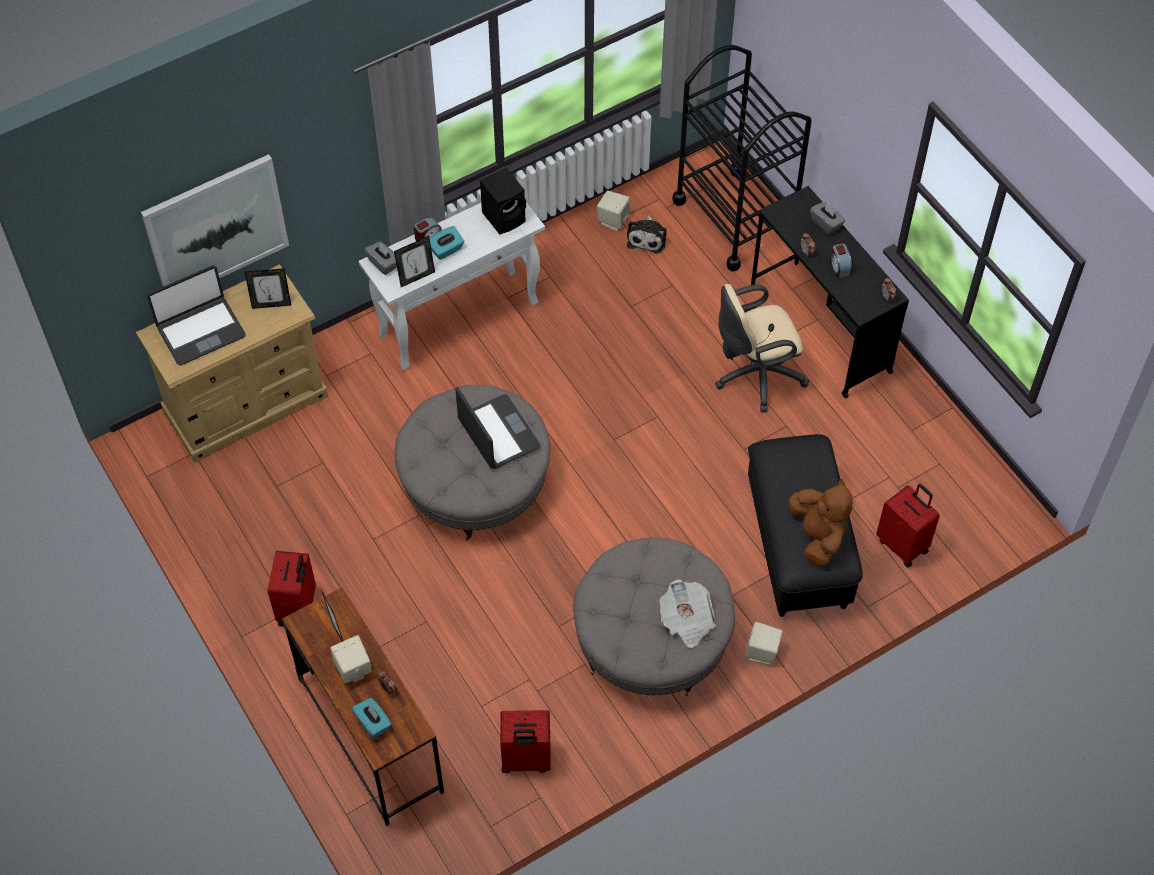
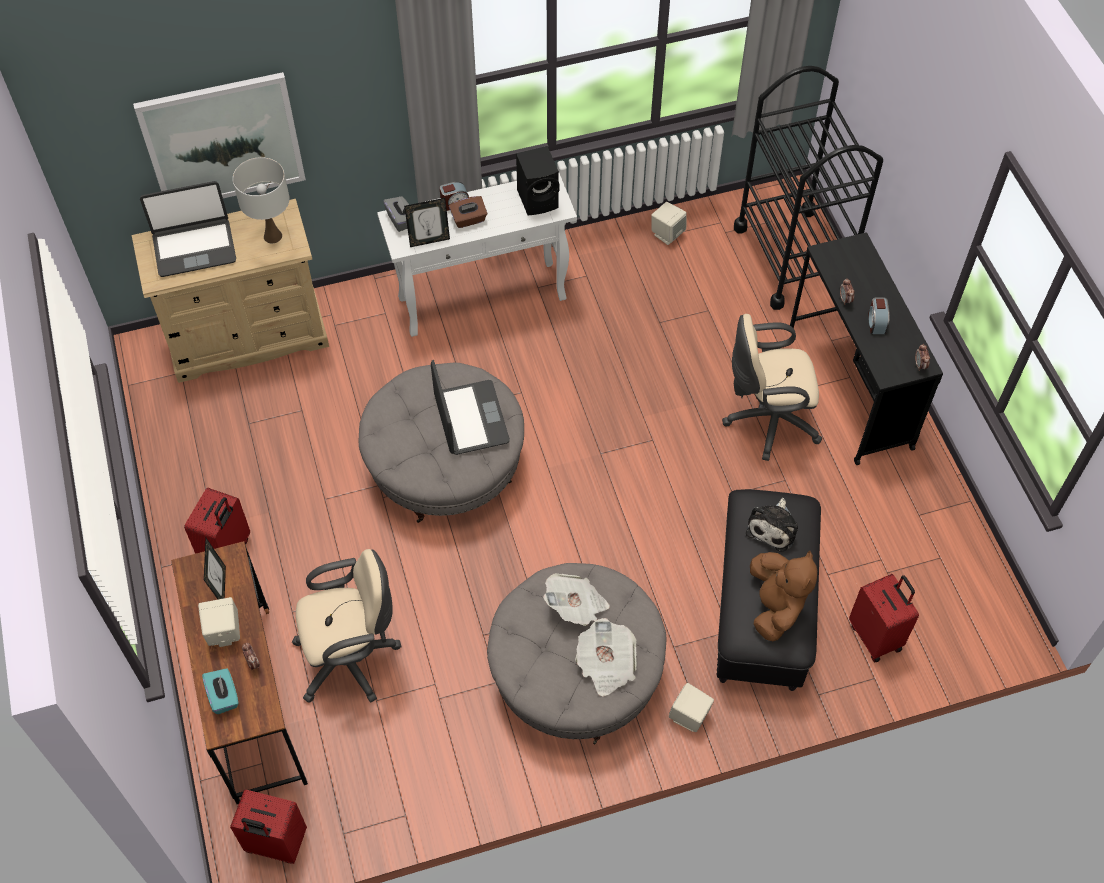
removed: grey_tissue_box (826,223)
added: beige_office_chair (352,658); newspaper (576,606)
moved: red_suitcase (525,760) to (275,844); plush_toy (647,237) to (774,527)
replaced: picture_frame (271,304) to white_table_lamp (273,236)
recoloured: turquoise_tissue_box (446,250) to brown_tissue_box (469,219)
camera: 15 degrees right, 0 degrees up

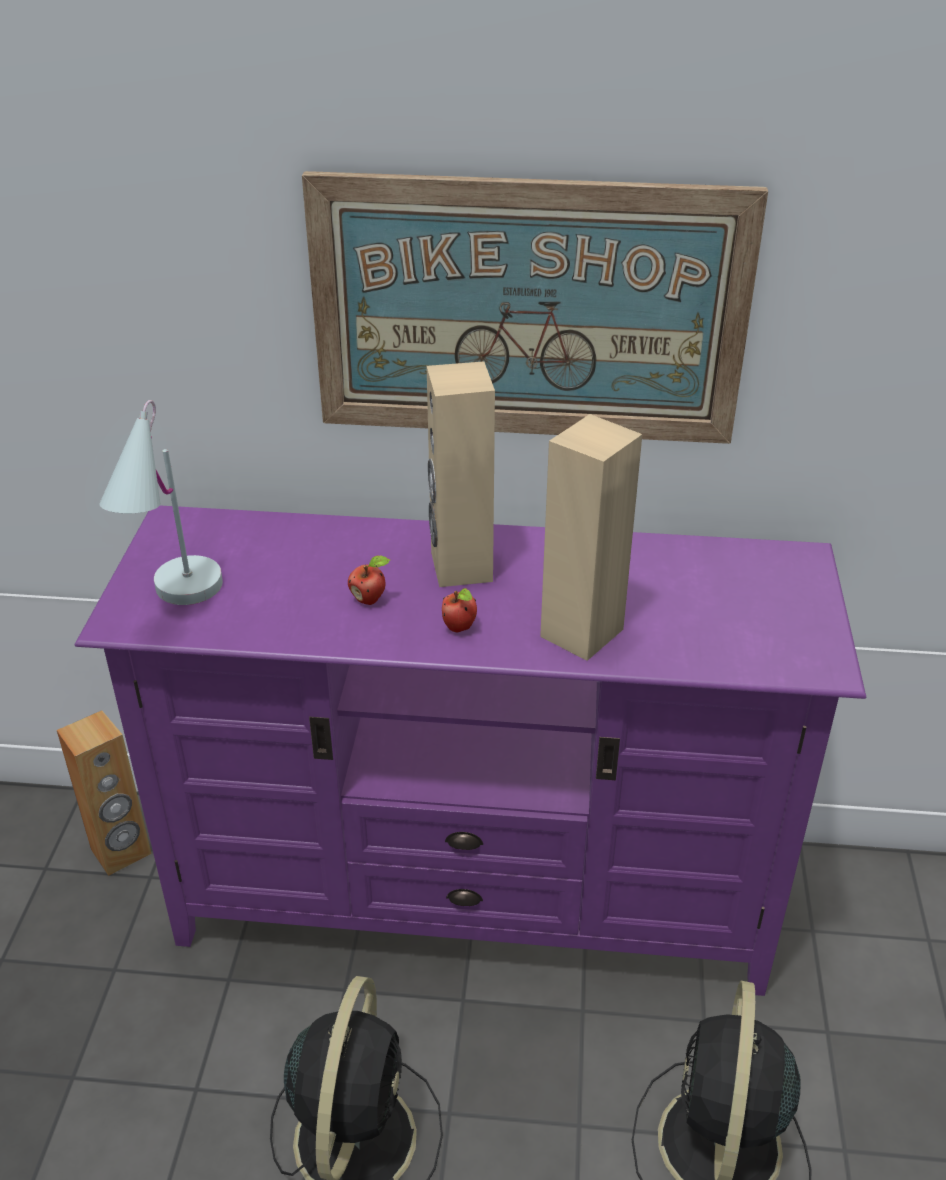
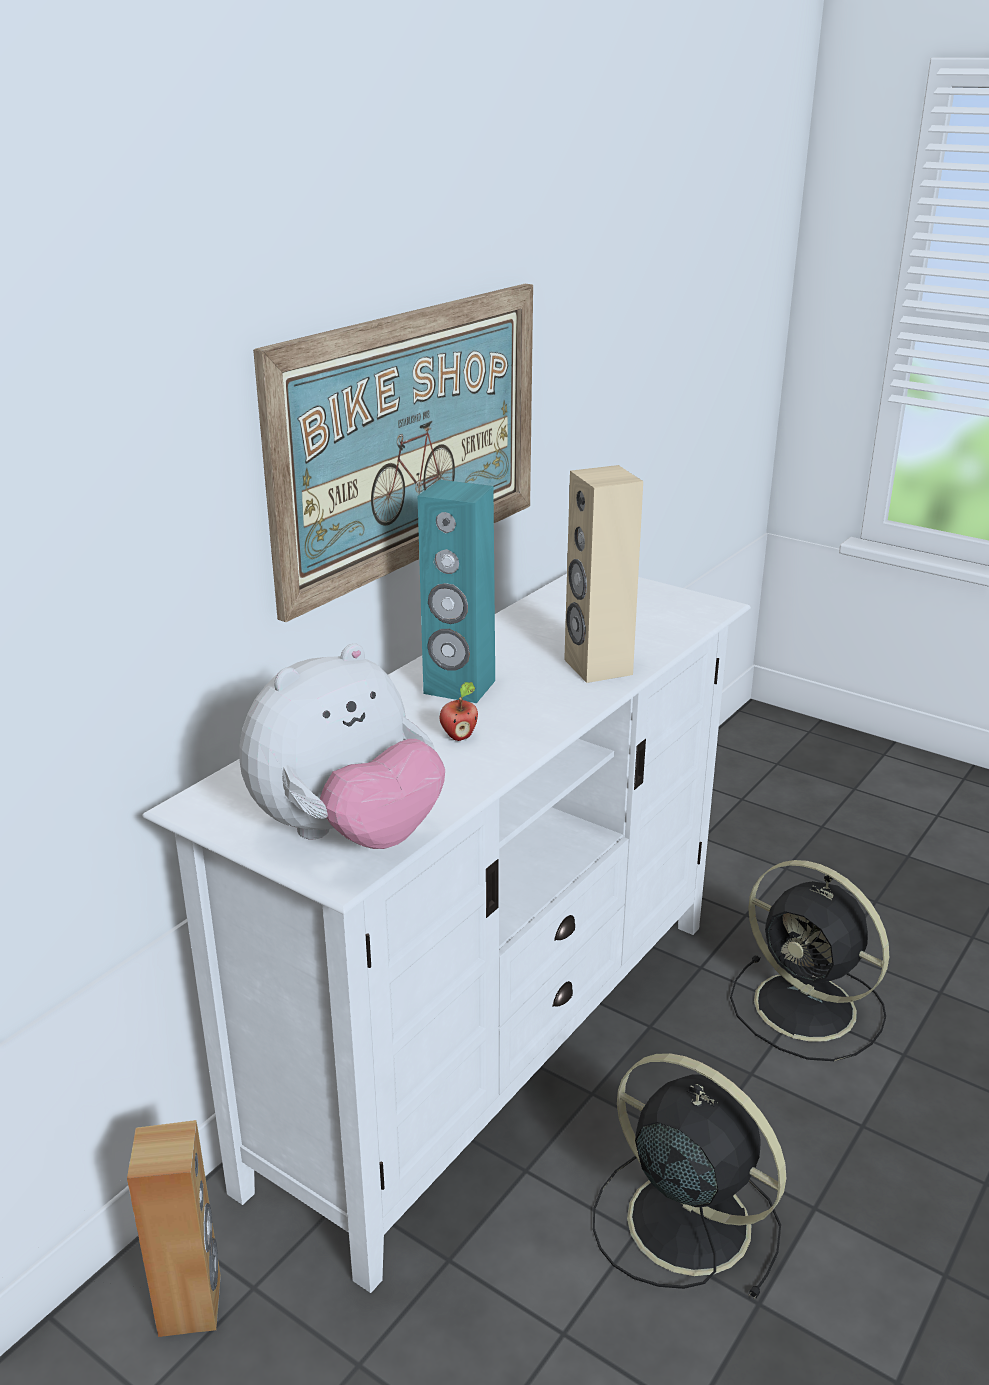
removed: apple (460,628)
replaced: white_table_lamp (174,603) to plush_toy (347,834)
recoloured: purple_tv_stand (475,899) to white_tv_stand (492,1042); beige_speaker (460,567) to turquoise_speaker (459,687)
camera: 60 degrees left, 10 degrees down

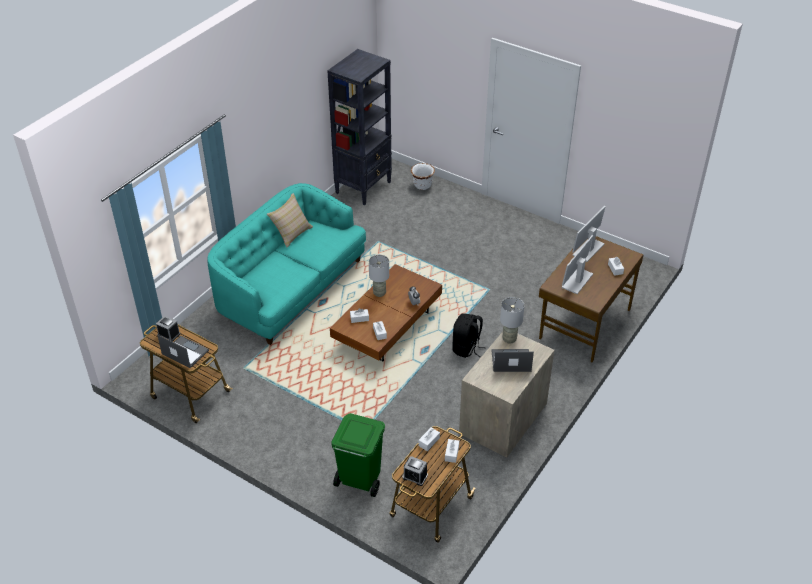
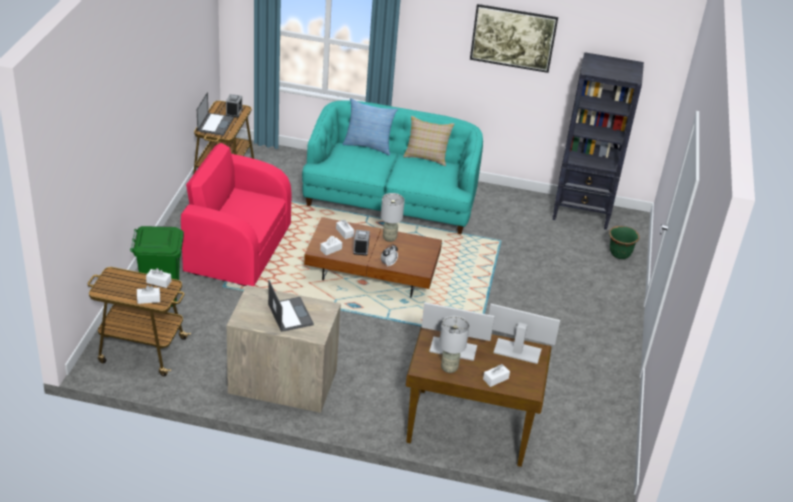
removed: black_backpack (466,348)
added: pink_armchair (237,248); pillow (368,146); picture (511,51)
moved: alarm_clock (415,476) to (361,249); grey_table_lamp (509,339) to (449,368)
recoloured: white_planter (422,186) to green_planter (619,254)
camera: 65 degrees right, 5 degrees down

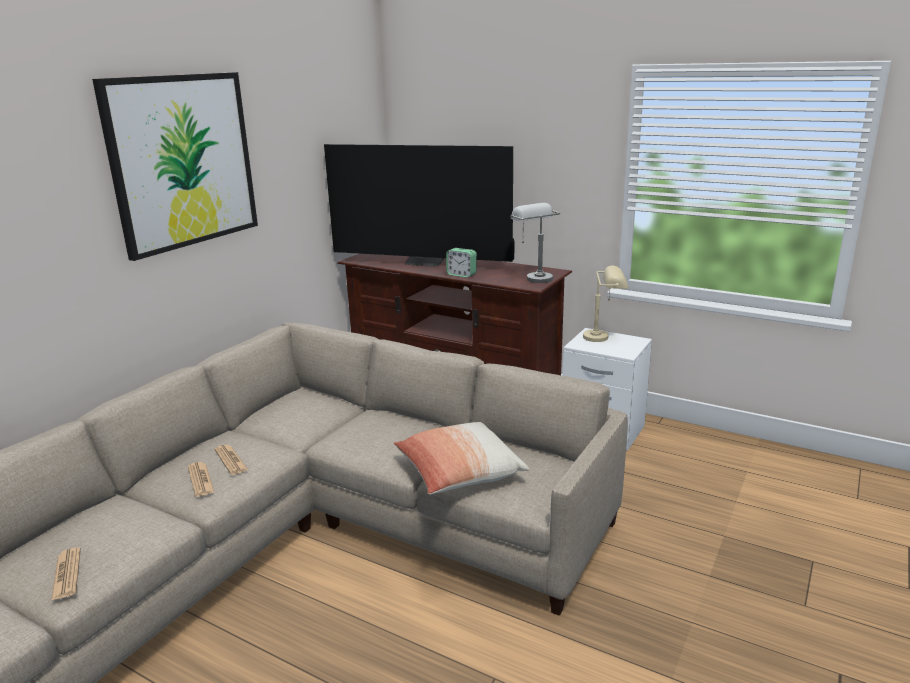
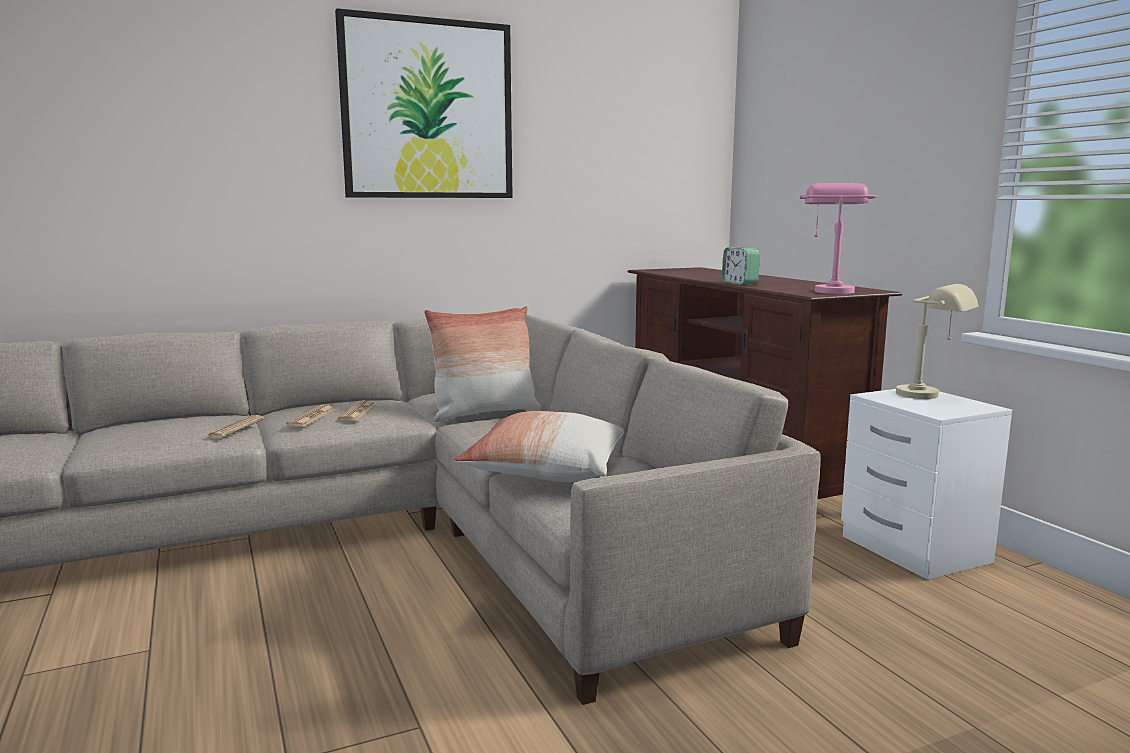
removed: television (425,262)
added: pillow (484,413)
moved: newspaper (66,574) to (235,428)
recoloured: grey_table_lamp (533,277) to pink_table_lamp (830,290)
camera: 35 degrees right, 10 degrees down

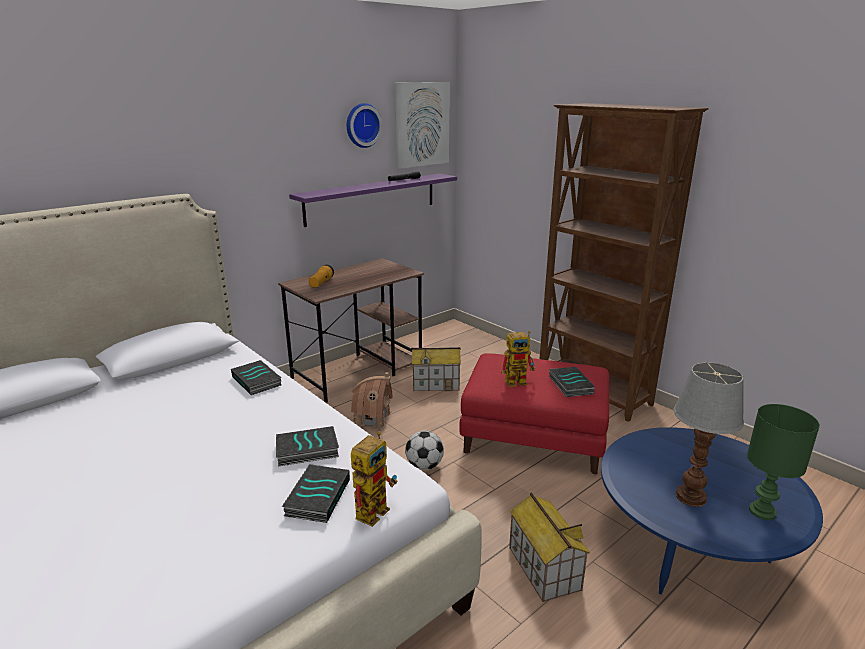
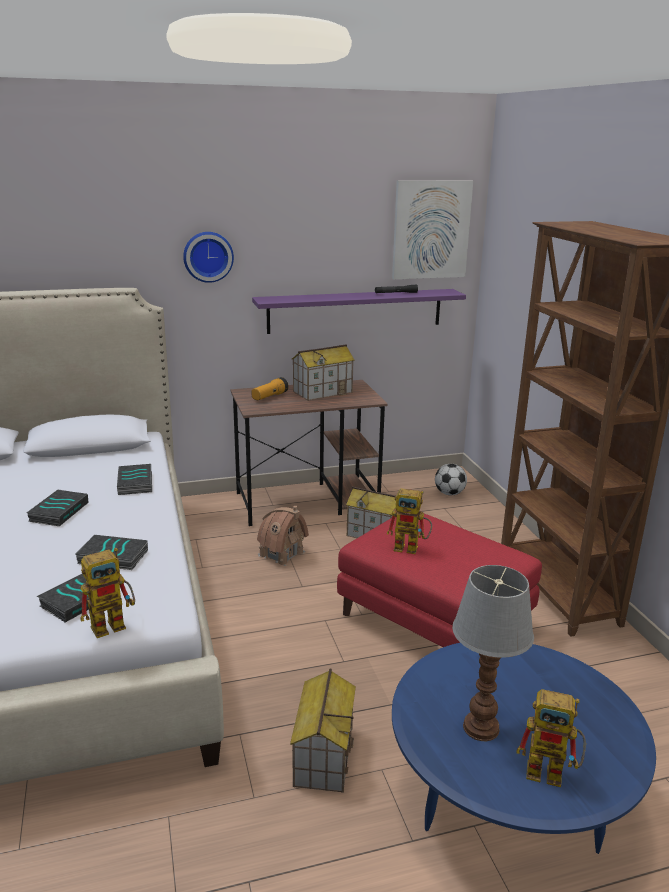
added: toy_house (323,392)
moved: wall_clock (362,125) to (208,256); football (424,466) to (449,493); book (569,385) to (58,511)
replaced: green_table_lamp (762,511) to toy_robot (553,772)
camera: 25 degrees right, 0 degrees up

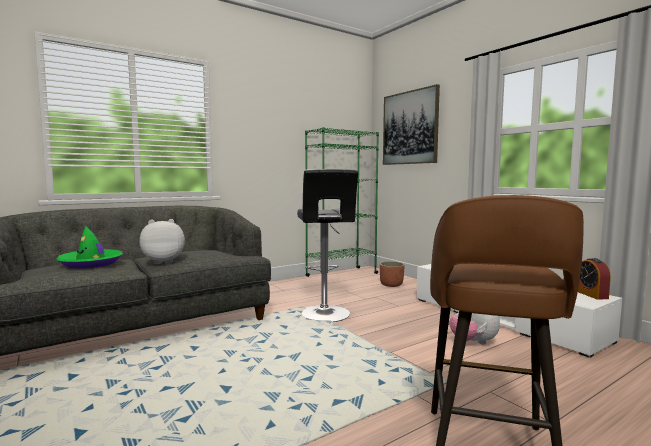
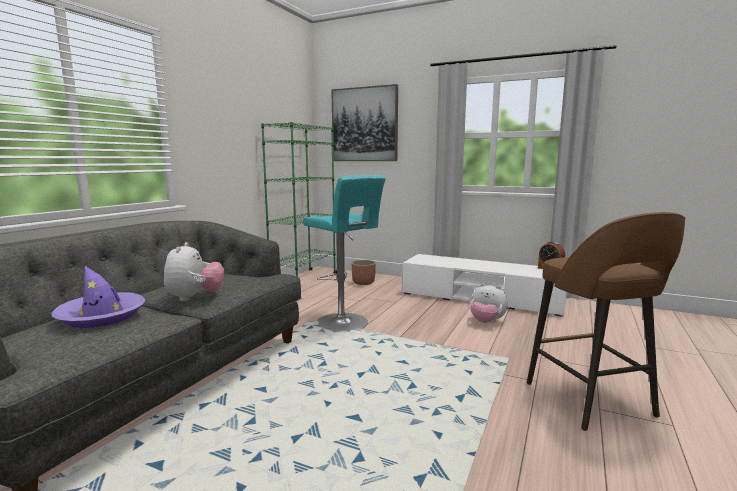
recoloured: green_hat (91,263) to purple_hat (102,316); black_stool (325,315) to turquoise_stool (344,324)
turned: plush_toy (163,262) = (195,297) 135 degrees clockwise
camera: 30 degrees left, 5 degrees up

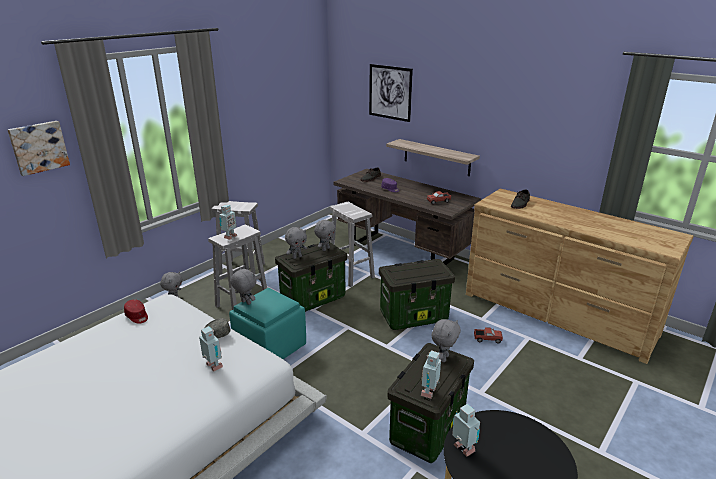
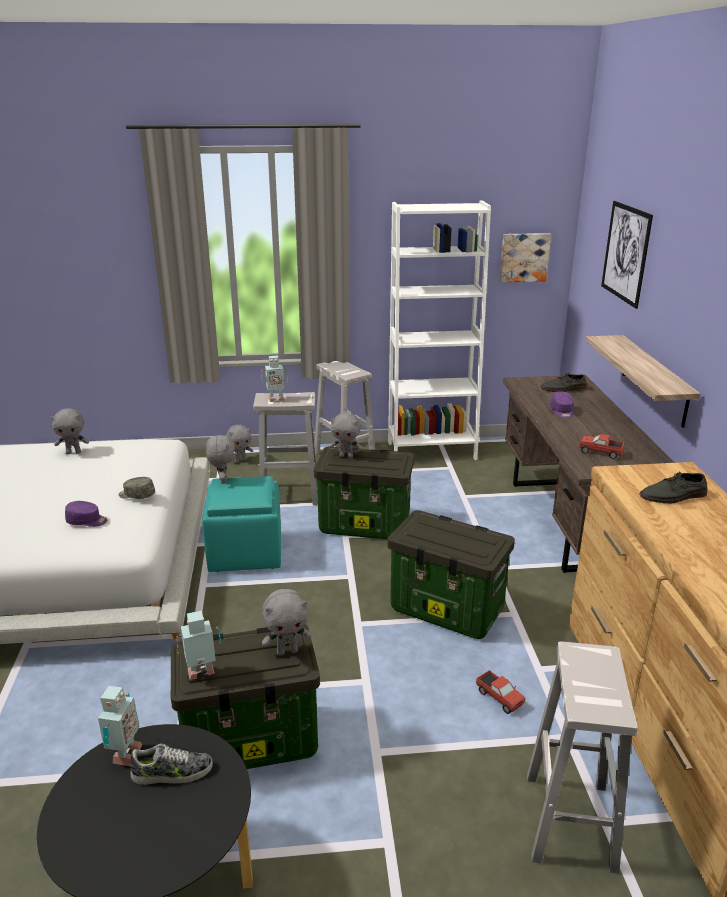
removed: red_cap (137,316)
added: shoe (172,773); white_bookcase (431,451)
moved: picture (38,147) to (524,257); grey_plush_toy (325,249) to (74,452); white_stool (350,274) to (569,819)
replaced: toy_robot (213,367) to purple_cap (87,521)
camera: 45 degrees right, 0 degrees up

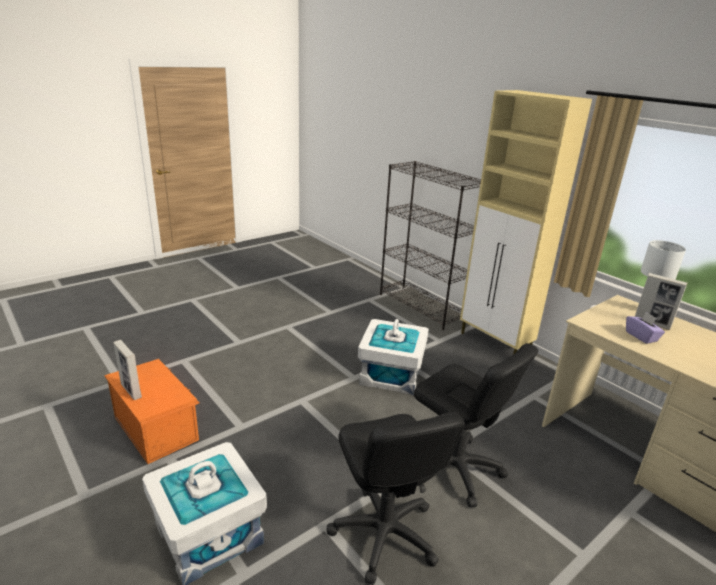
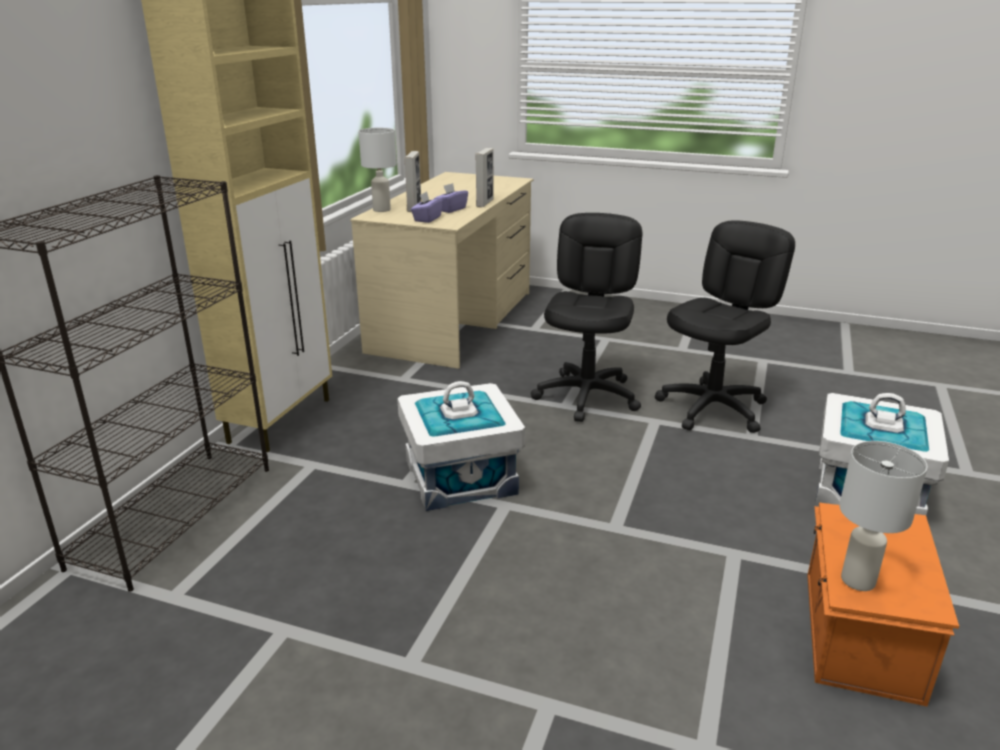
added: purple_tissue_box (427,219); white_table_lamp (857,579)
moved: picture_frame (131,391) to (484,203)
camera: 120 degrees left, 0 degrees up

